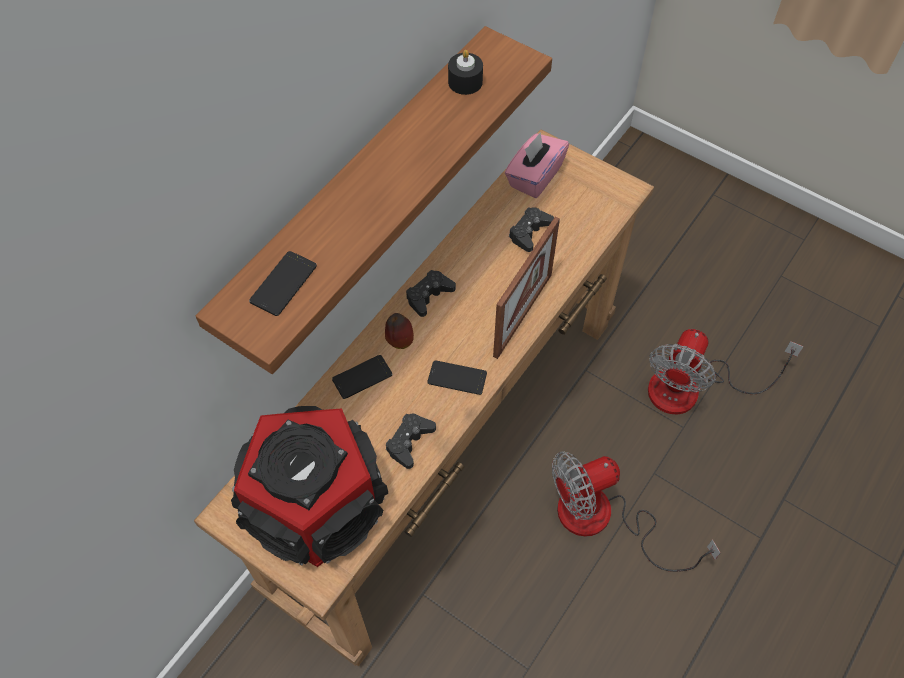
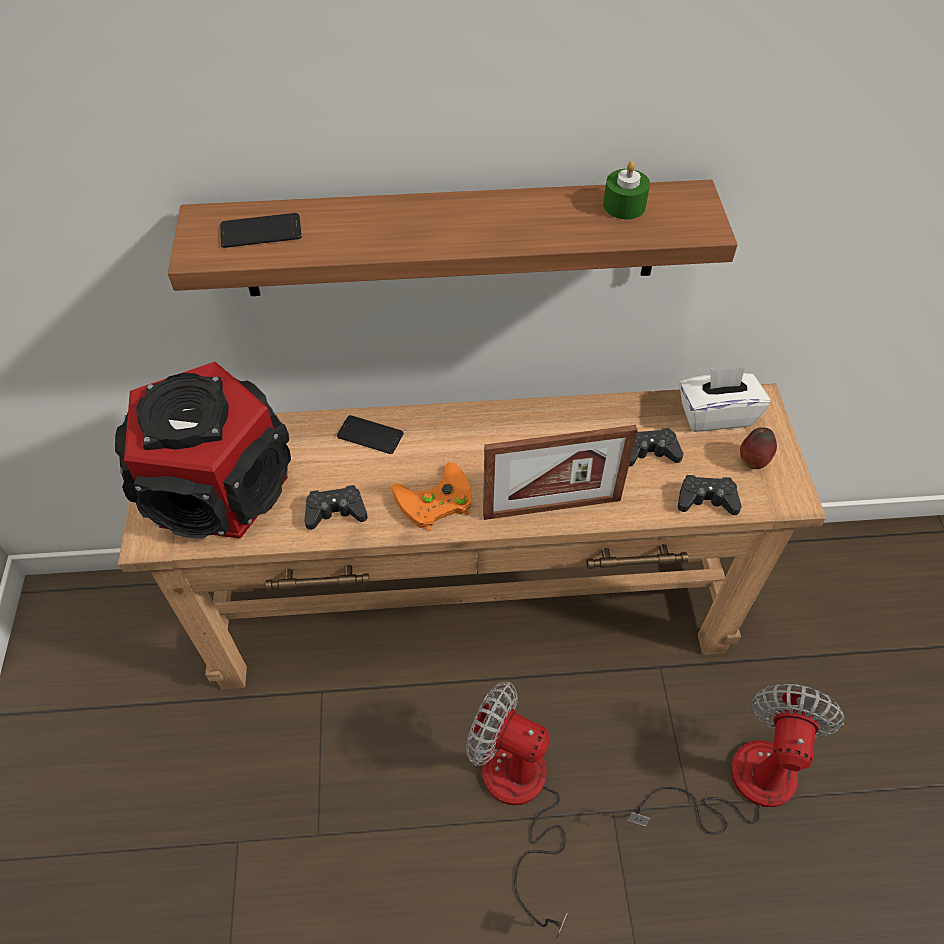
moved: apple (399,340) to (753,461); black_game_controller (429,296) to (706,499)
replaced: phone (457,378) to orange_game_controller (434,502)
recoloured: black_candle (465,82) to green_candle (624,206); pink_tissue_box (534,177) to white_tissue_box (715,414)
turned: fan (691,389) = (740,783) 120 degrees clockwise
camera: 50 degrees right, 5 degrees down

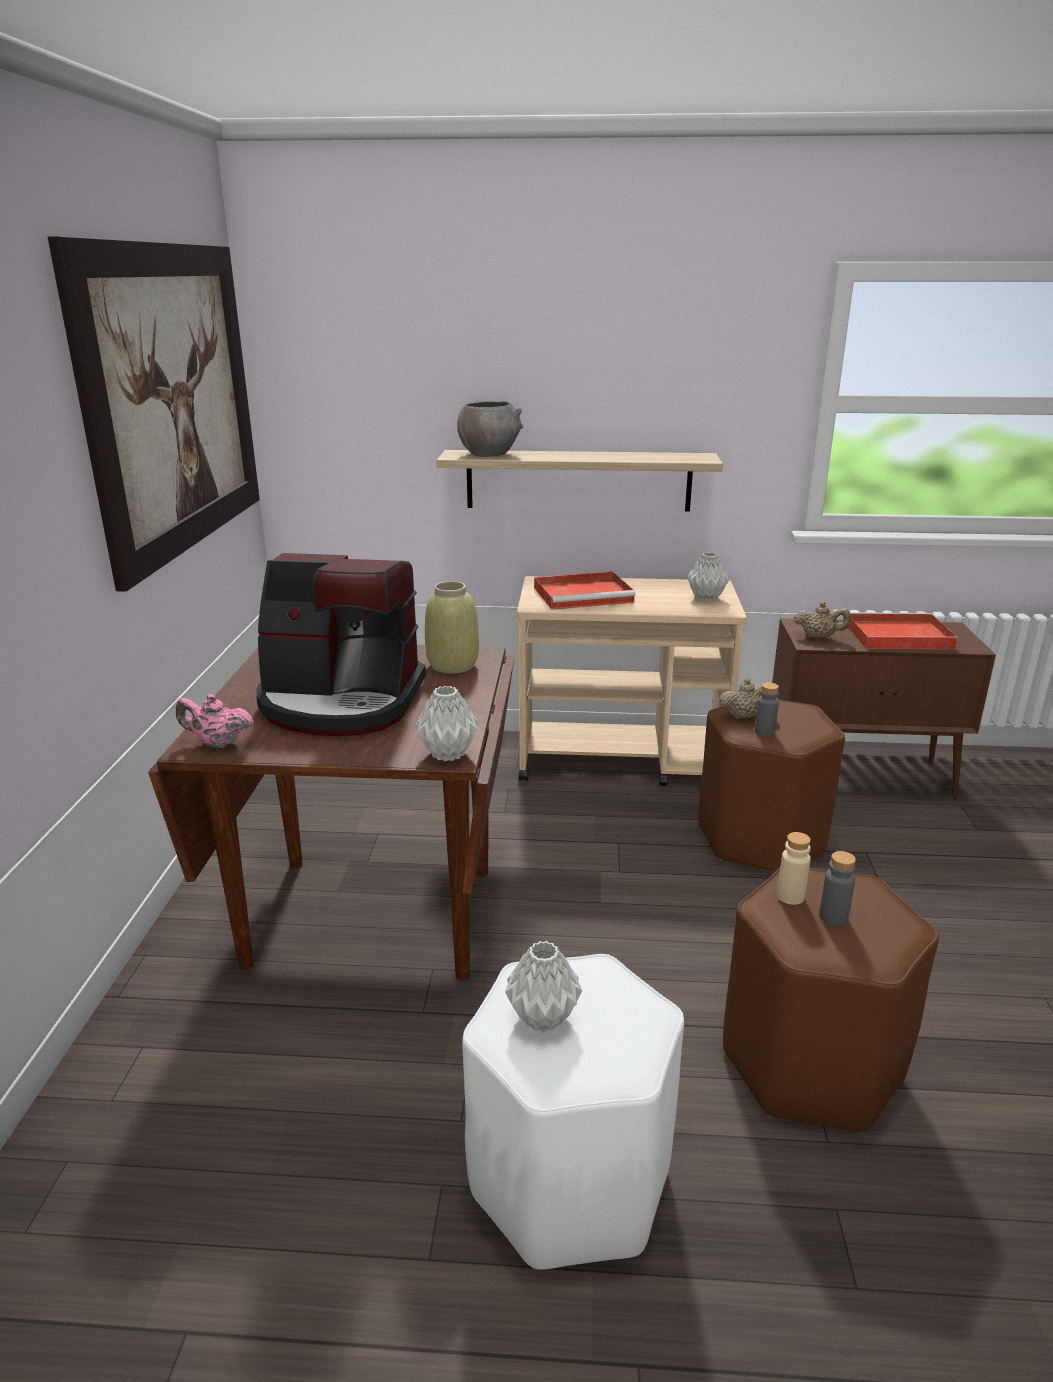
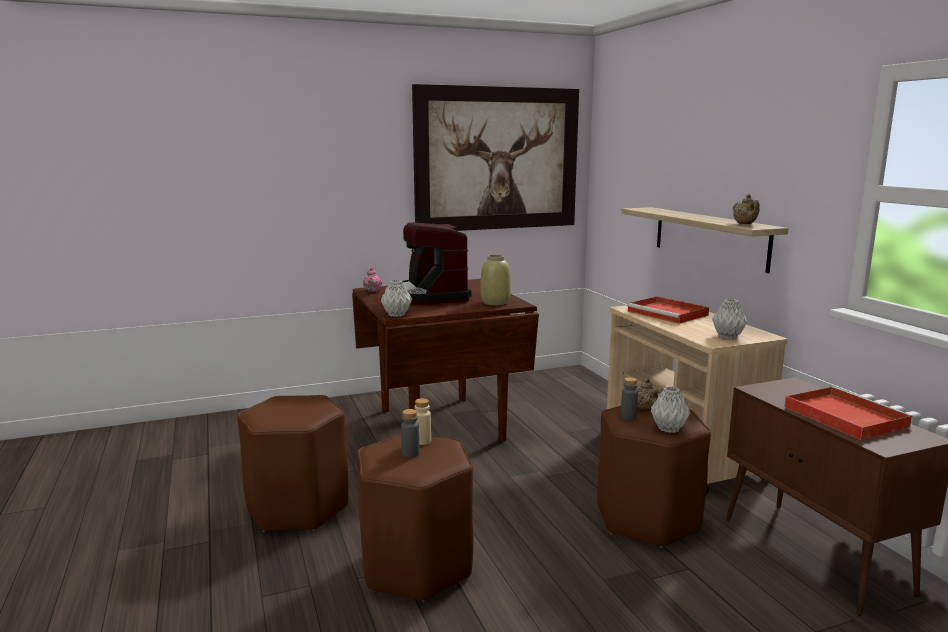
removed: grey_bowl (489,454)
moved: grey_vase (543,1019) to (668,429); beige_teapot (819,637) to (745,224)
recoloured: white_stool (570,1180) to brown_stool (298,508)
camera: 65 degrees right, 10 degrees down

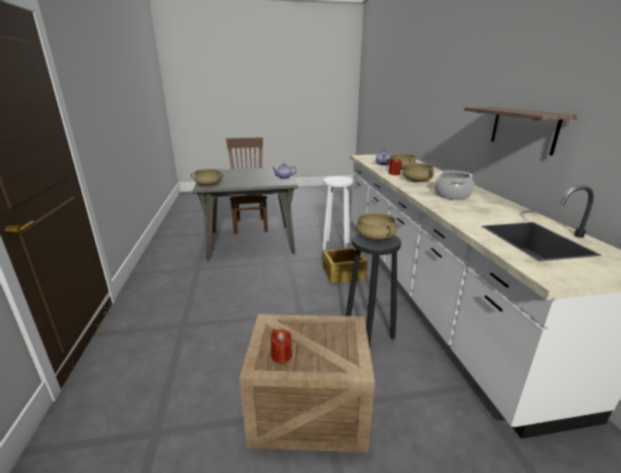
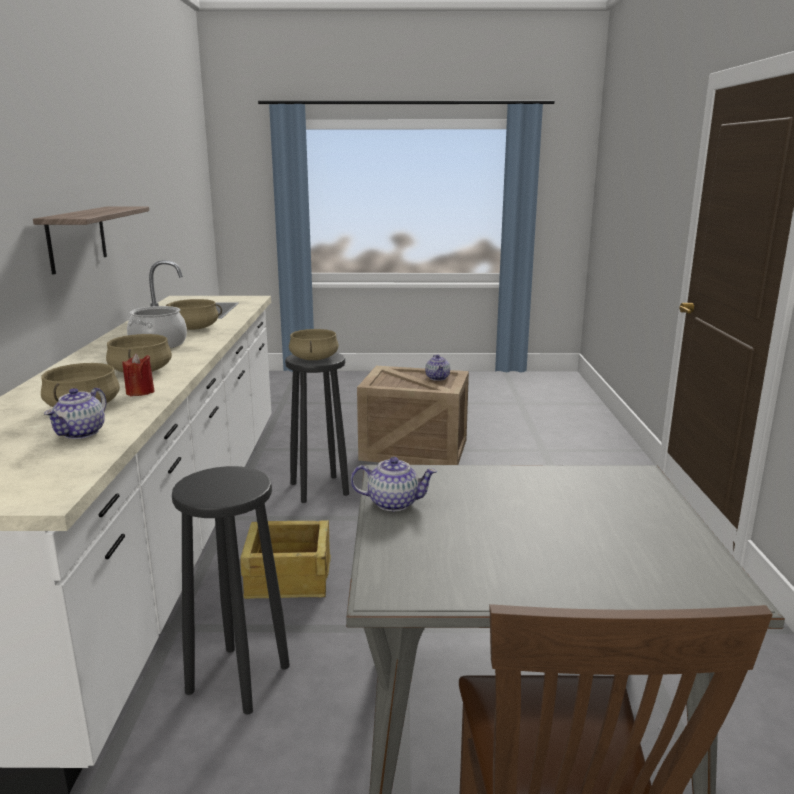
moved: beige_cooking_pot (208,184) to (194,328)
replaced: red_candle (281,355) to teapot (438,378)
recoloured: white_stool (336,245) to black_stool (239,679)
camera: 170 degrees left, 5 degrees down

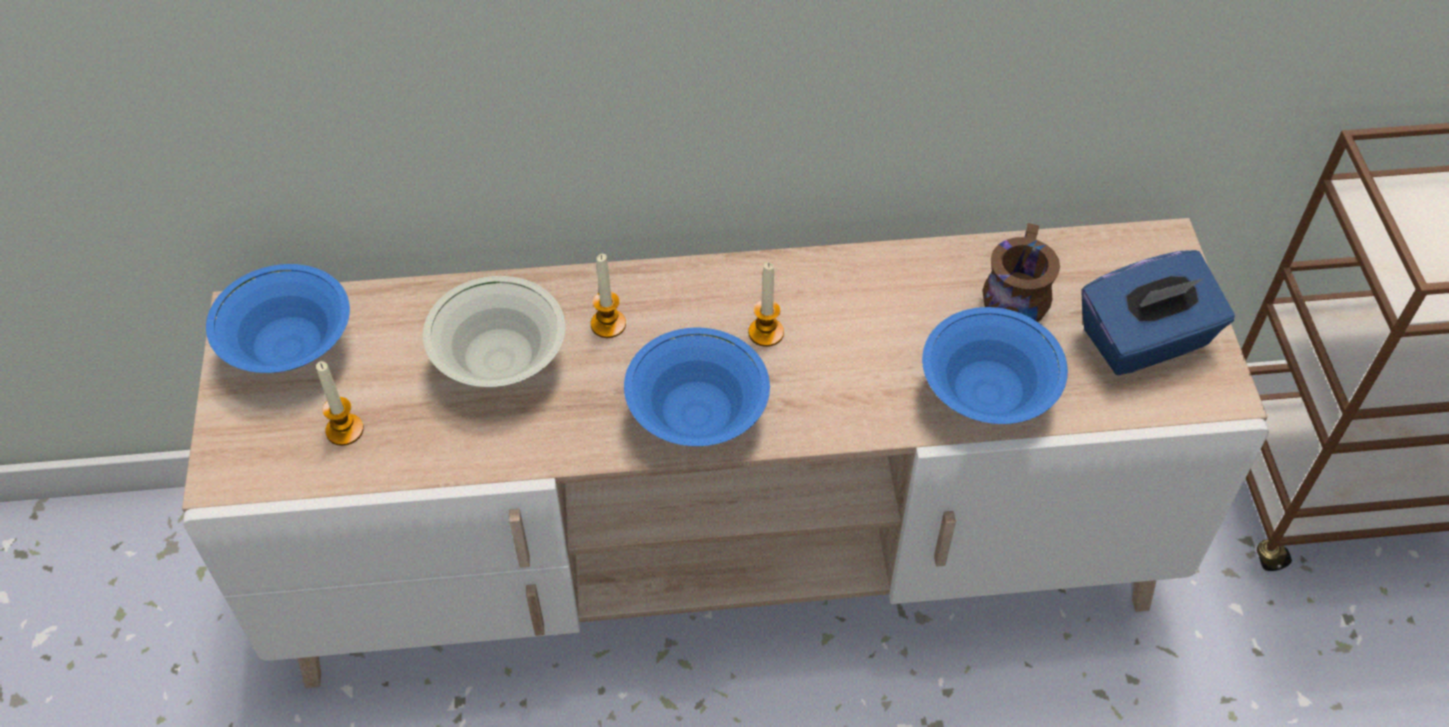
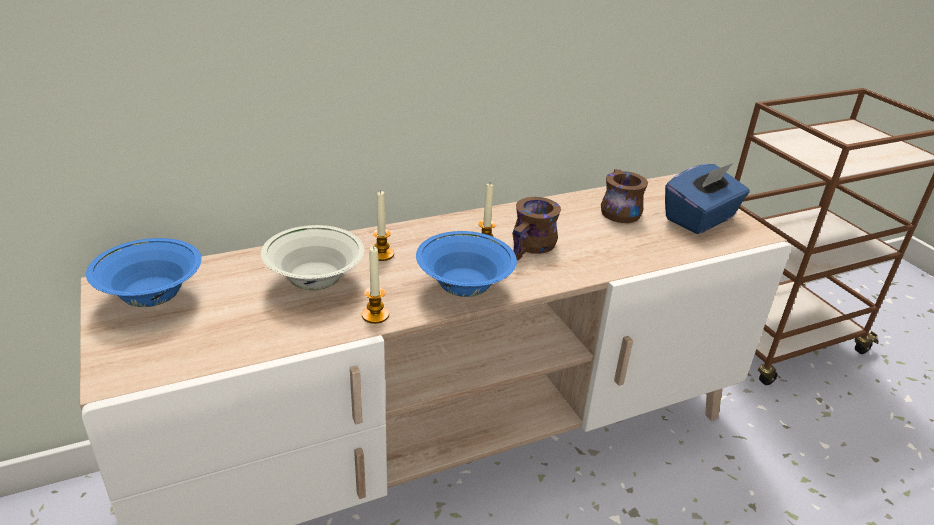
removed: blue_bowl (986,395)
added: brown_mug (533,247)
moved: candle (344,430) to (375,315)
camera: 20 degrees left, 20 degrees down

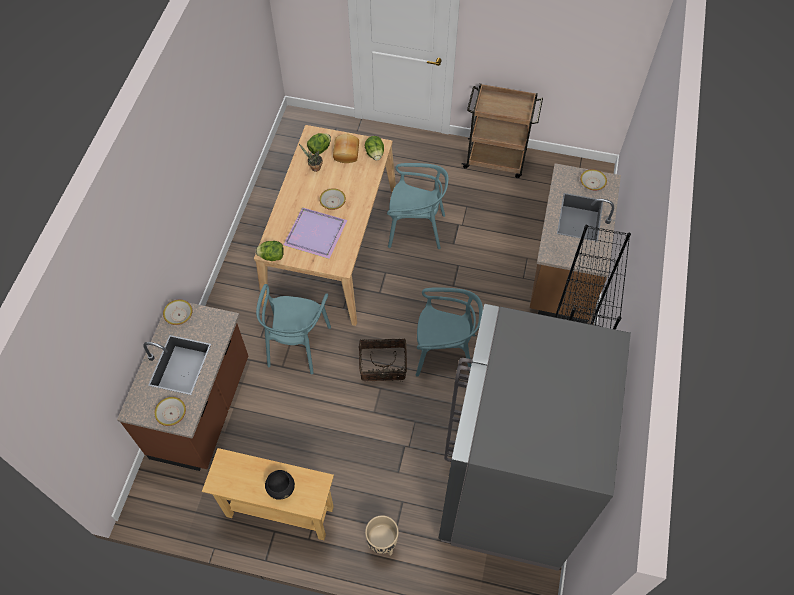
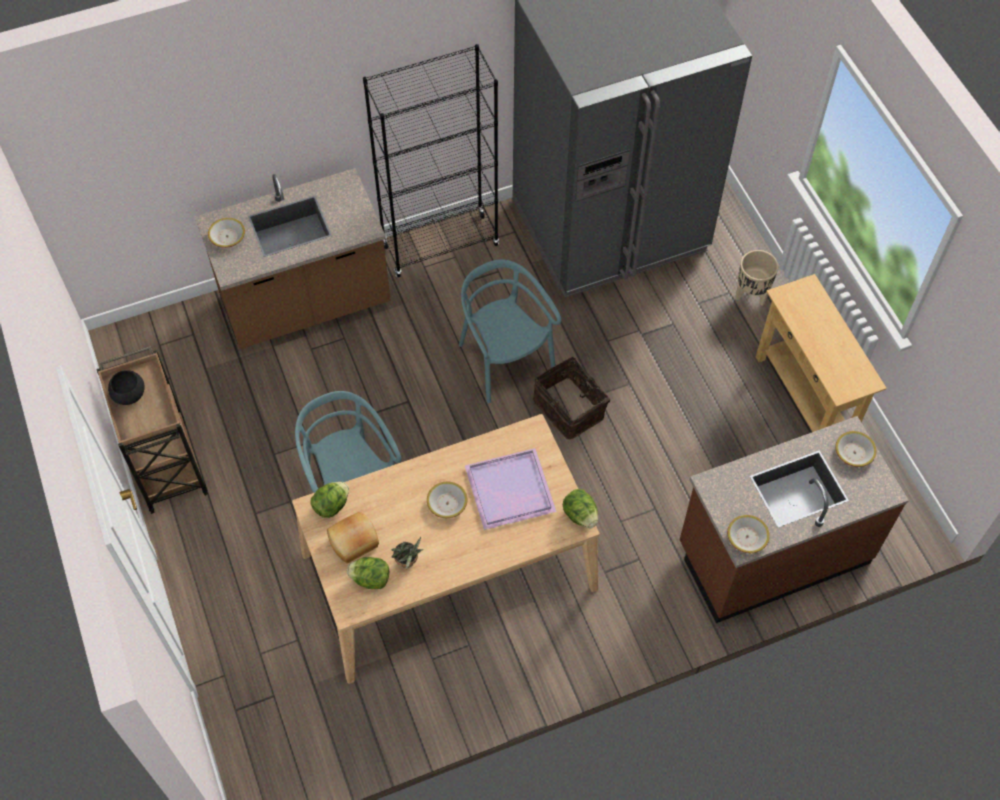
removed: turquoise_chair (297,344)
moved: black_bowl (281,488) to (129,395)
camera: 125 degrees left, 0 degrees up

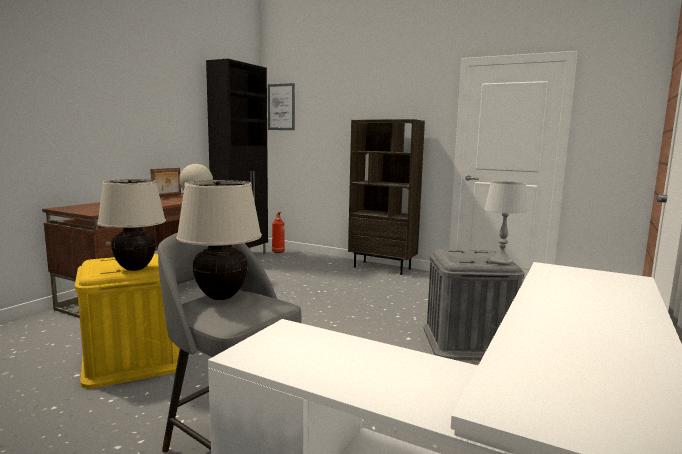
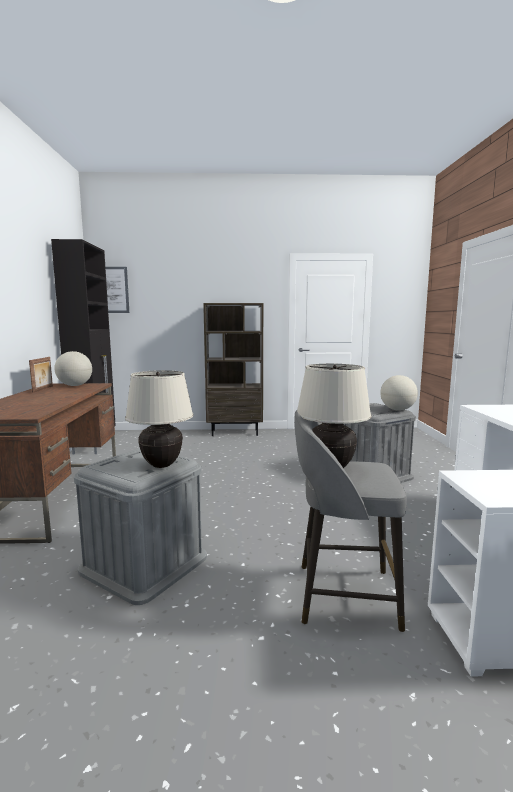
removed: fire_extinguisher (278,252)
replaced: grey_table_lamp (501,262) to globe (397,410)
recoloured: yellow_storage_box (132,359) to grey_storage_box (144,563)
camera: 30 degrees left, 0 degrees up

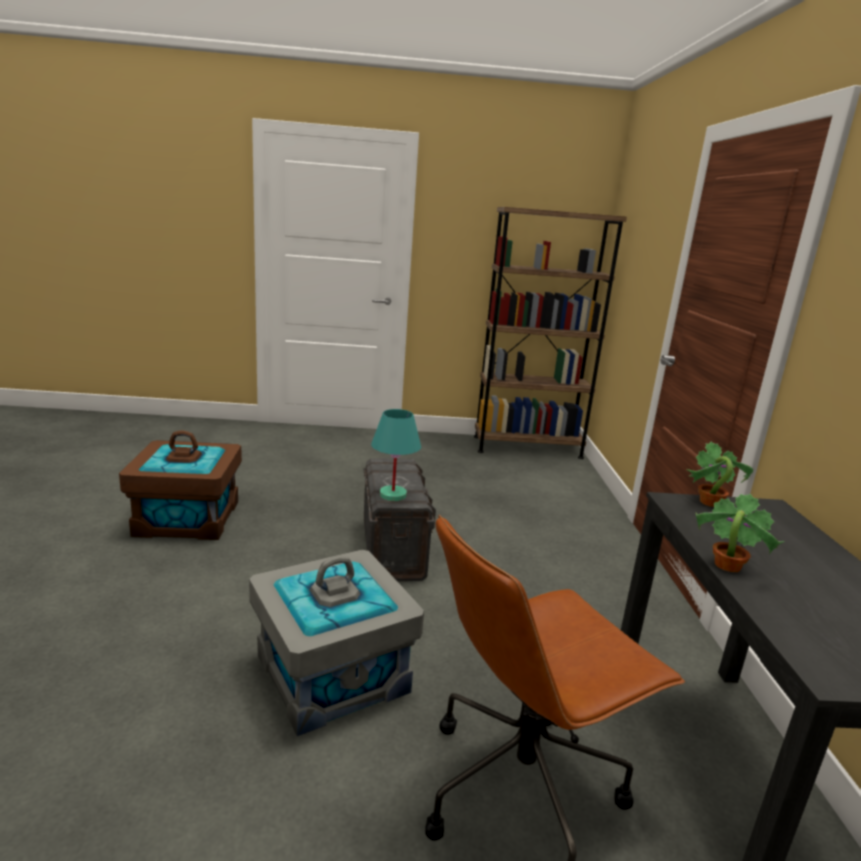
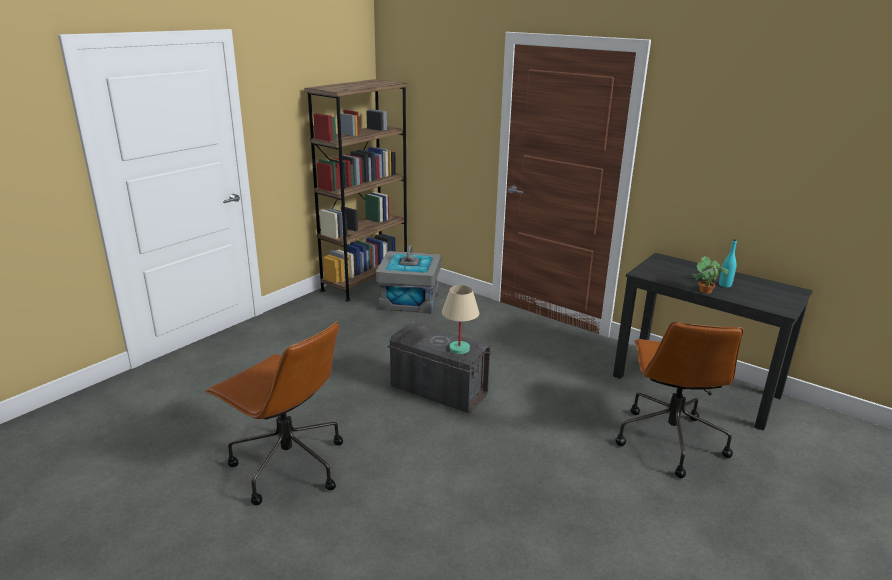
removed: potted_plant (709,502)
added: turquoise_bottle (725,285)
moved: grey_storage_box (332,673) to (409,300)
replaced: brown_storage_box (187,518) to brown_office_chair (287,465)
recoloured: turquoise_table_lamp (393,495) to beige_table_lamp (459,348)
camera: 50 degrees left, 5 degrees up

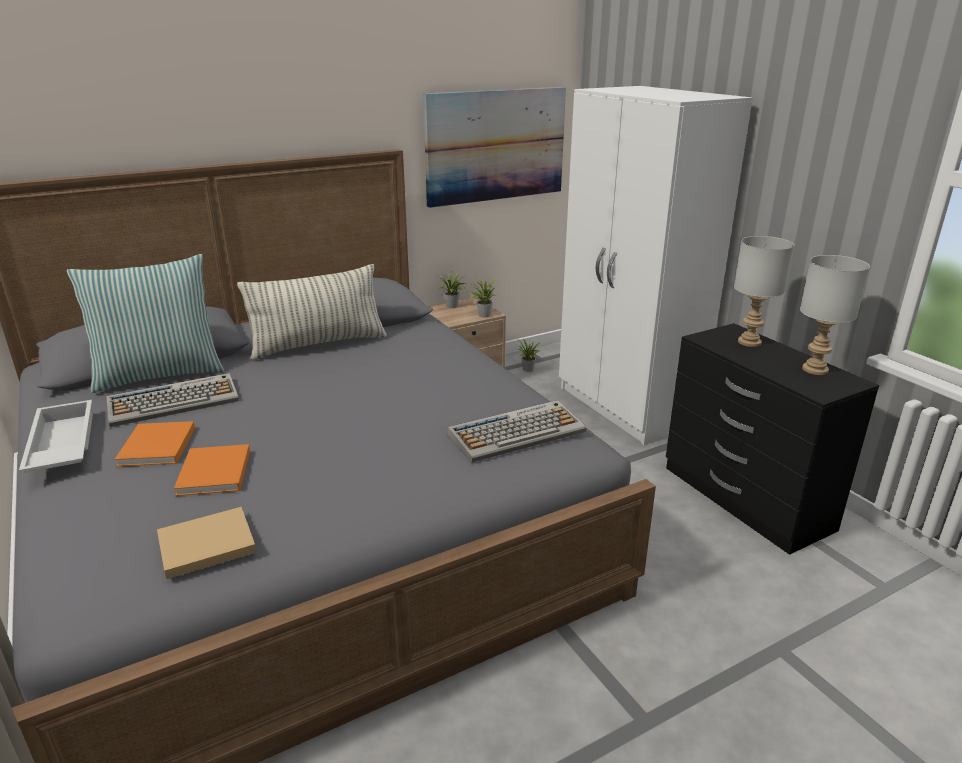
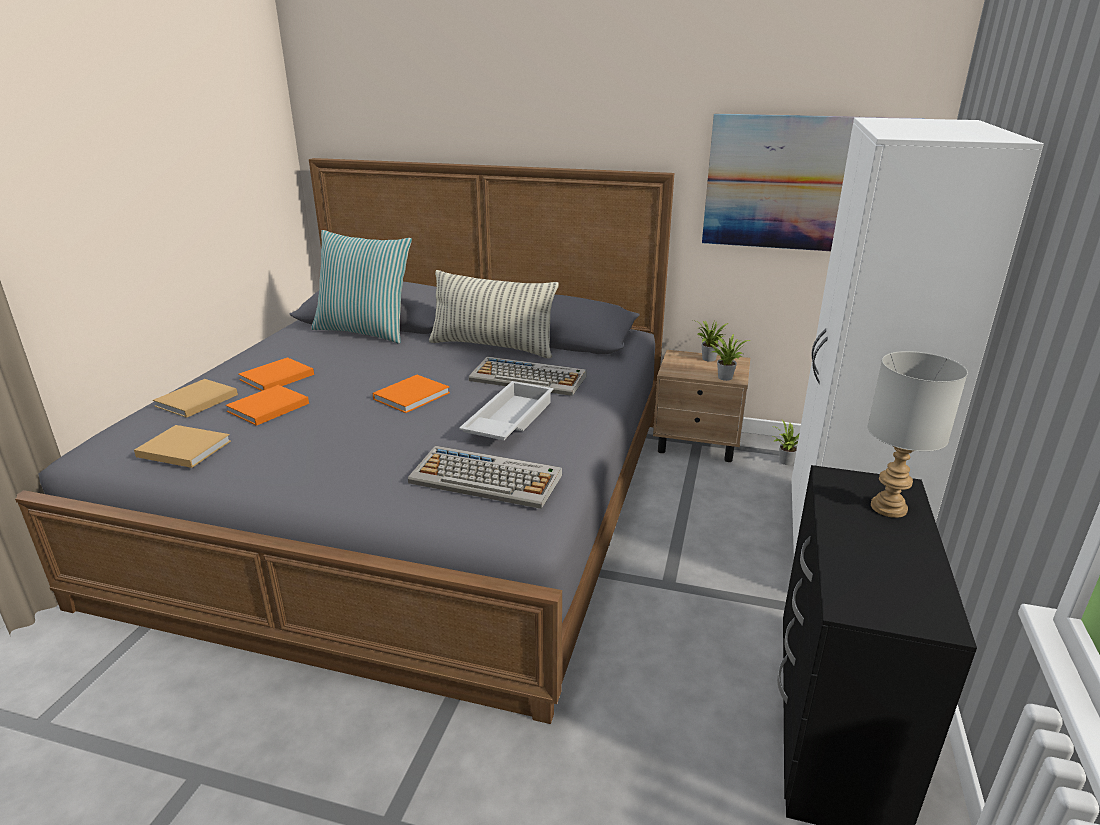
removed: grey_table_lamp (815,369)
added: beige_book (195,401); orange_book (413,395)
moved: white_tray (60,446) to (508,420); keyboard (175,401) to (529,378)
camera: 45 degrees right, 0 degrees up

